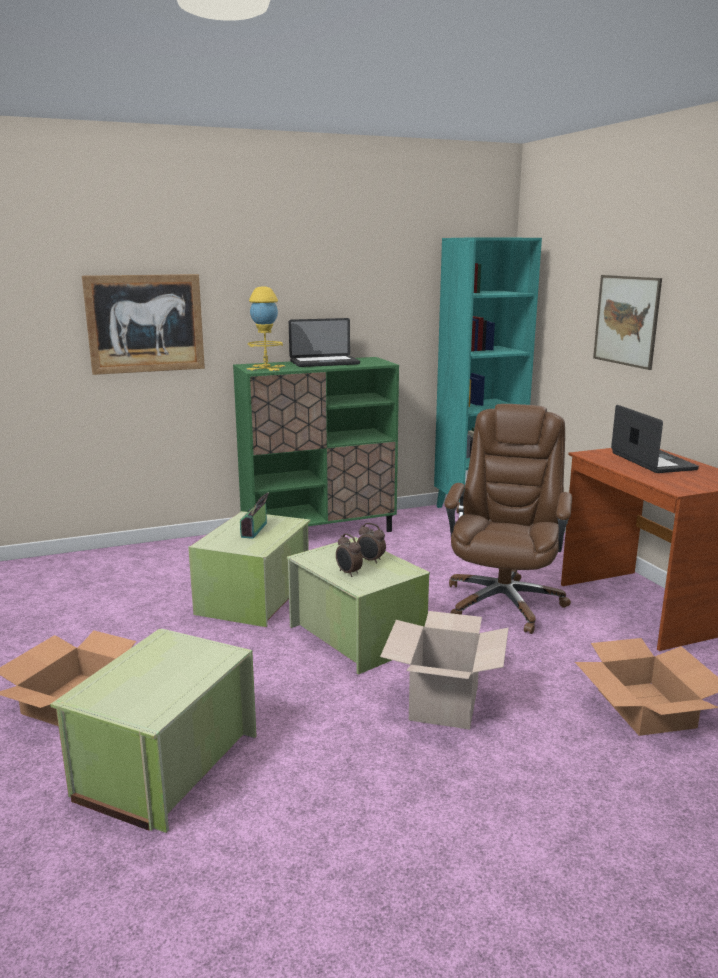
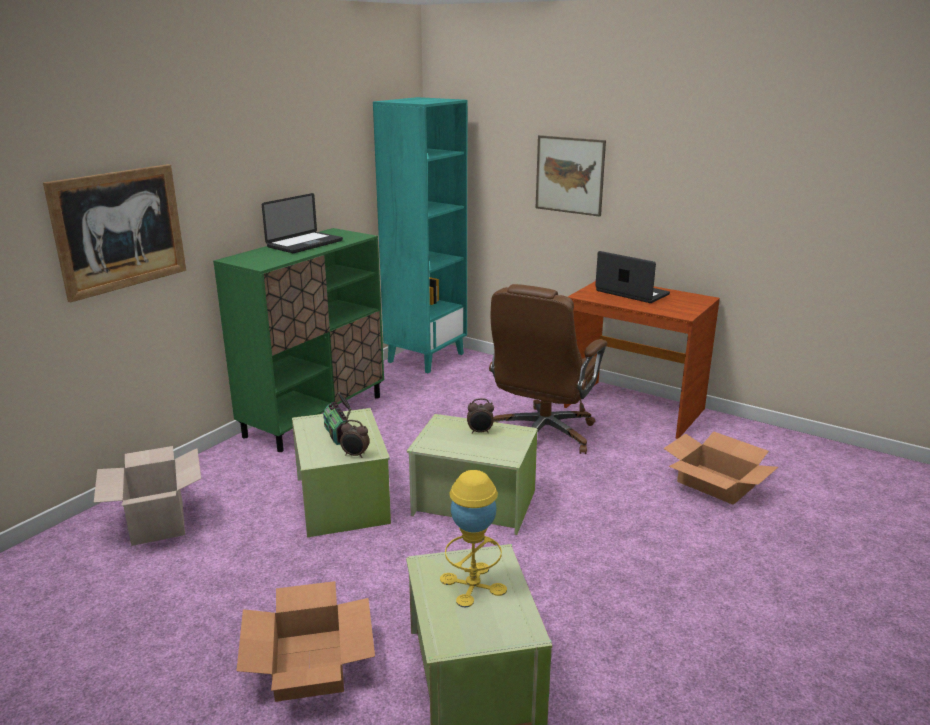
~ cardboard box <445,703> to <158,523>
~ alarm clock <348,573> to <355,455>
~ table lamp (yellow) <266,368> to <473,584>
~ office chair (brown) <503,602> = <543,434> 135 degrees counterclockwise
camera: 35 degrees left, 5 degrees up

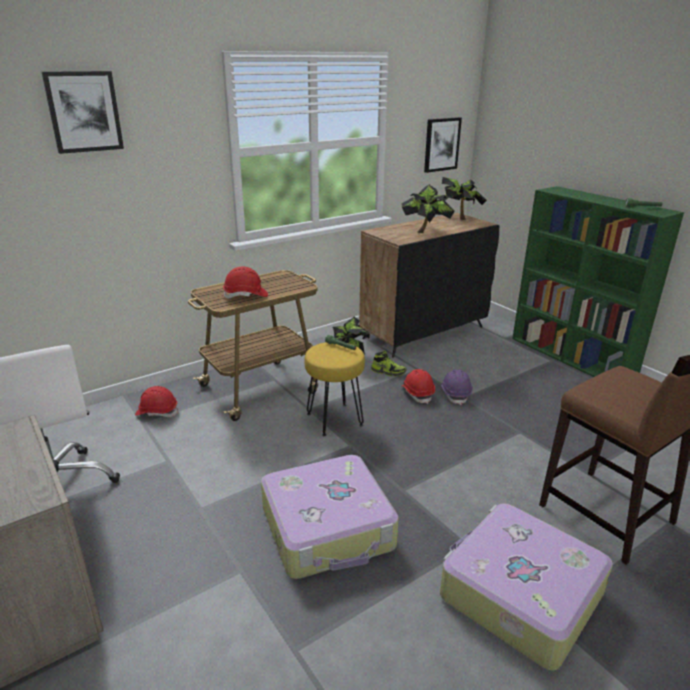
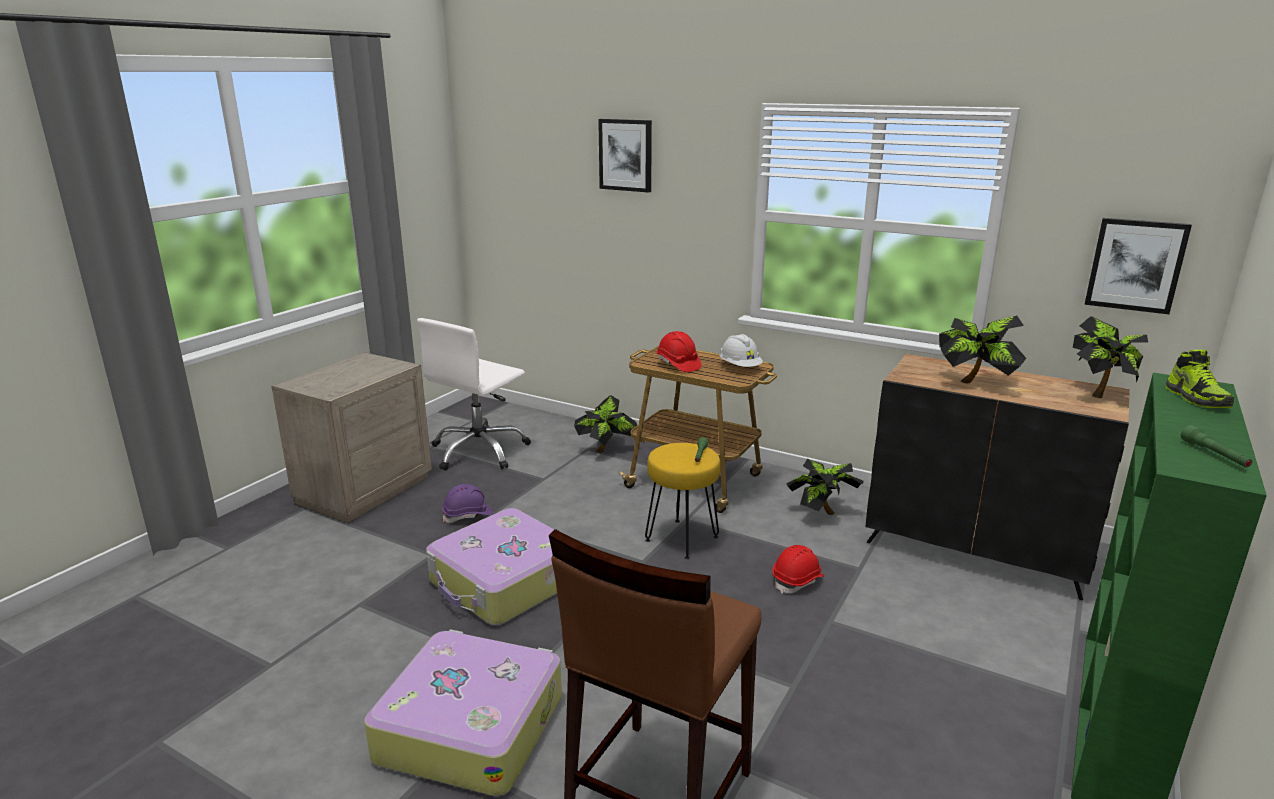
~ hard hat (purple) <455,394> to <468,515>
~ hard hat (red) <157,412> to potted plant <606,450>
+ hard hat (white) <740,367>
~ shoe <388,372> to <1196,398>
camera: 65 degrees right, 5 degrees down

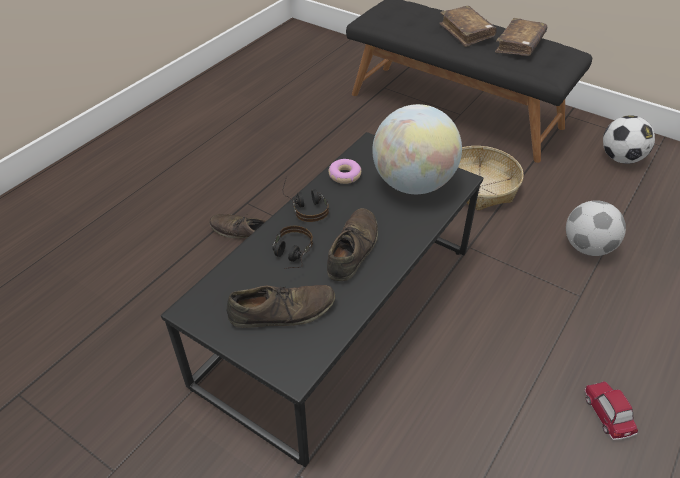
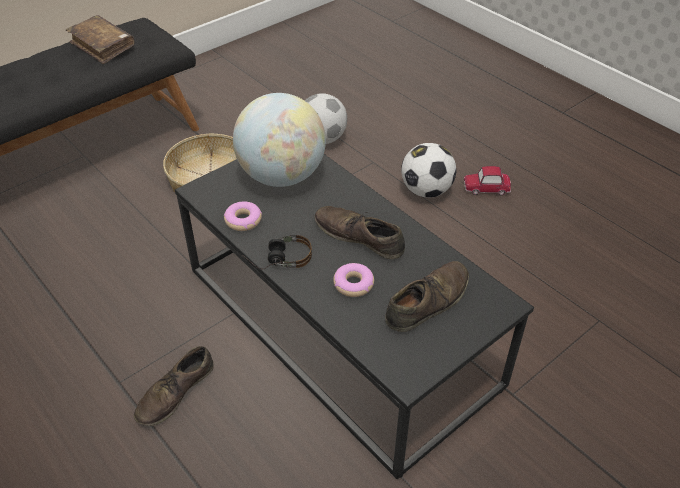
~ headphones <290,256> to donut <353,284>
~ shoe (brown) <282,311> = <427,302> 45 degrees clockwise
~ football <620,158> to <426,191>
- book (brown) <466,32>
camera: 75 degrees left, 0 degrees up

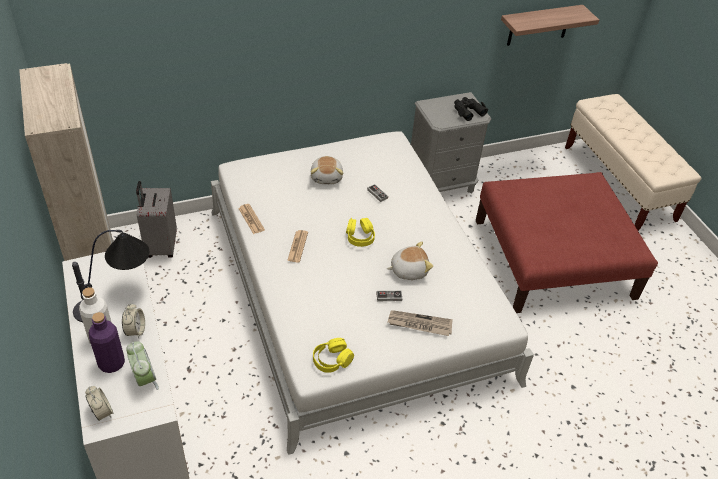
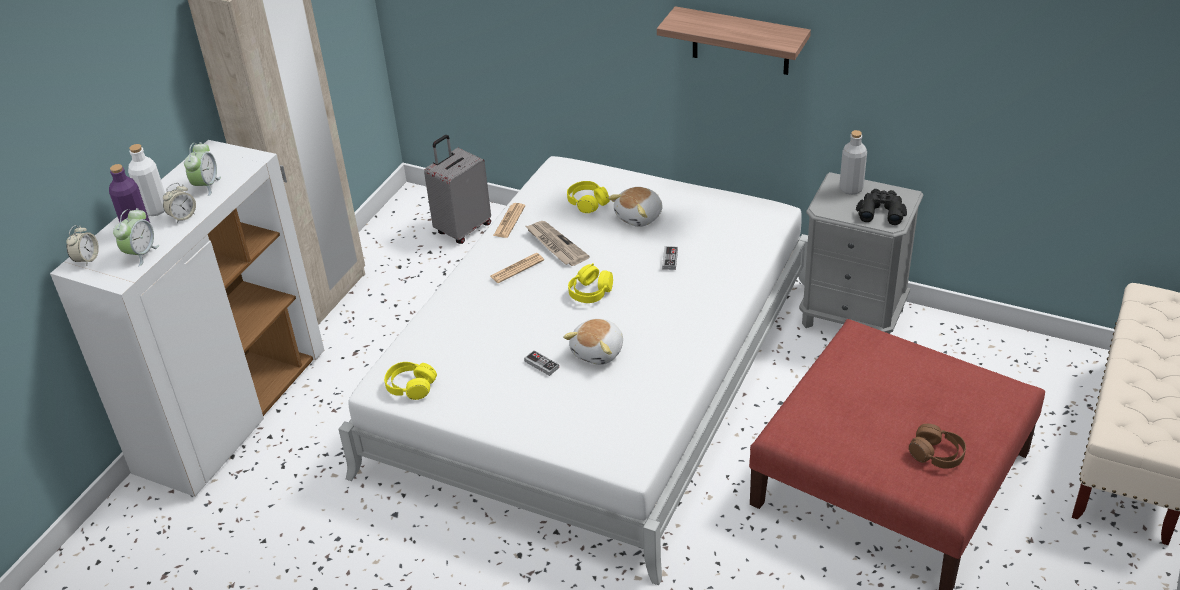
~ table lamp <118,297> to alarm clock <206,186>
~ newspaper <419,324> to <555,245>
~ plush toy <408,270> = <599,352> 90 degrees clockwise
+ headphones (yellow) <587,203>
~ shelf <539,25> to <740,41>
+ bottle (grey) <851,189>
+ headphones (brown) <937,454>
camera: 50 degrees right, 5 degrees down

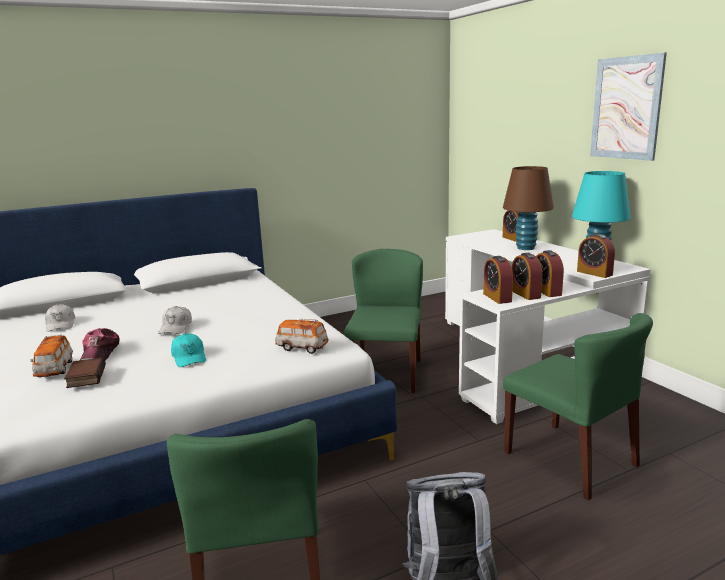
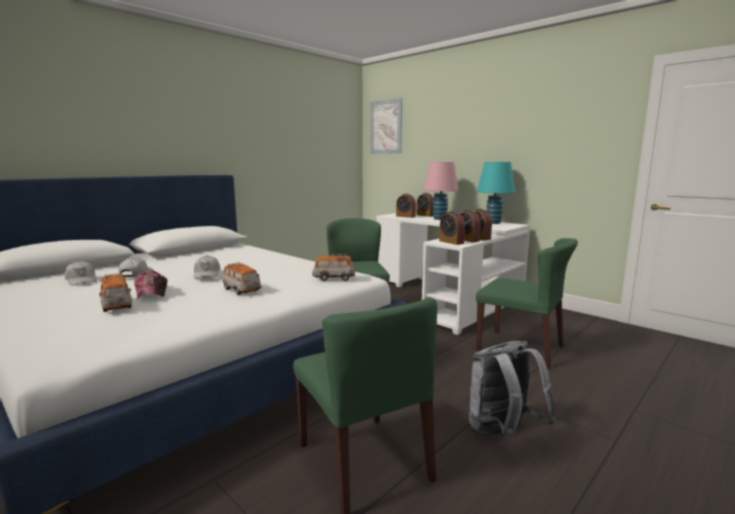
+ cap (white) <136,274>
~ cap (turquoise) <189,357> to toy car <242,290>
~ picture <626,108> to <386,127>
~ alarm clock <594,273> to <405,216>
~ table lamp (brown) <526,248> to table lamp (pink) <439,219>
- book <85,377>
camera: 20 degrees left, 5 degrees down

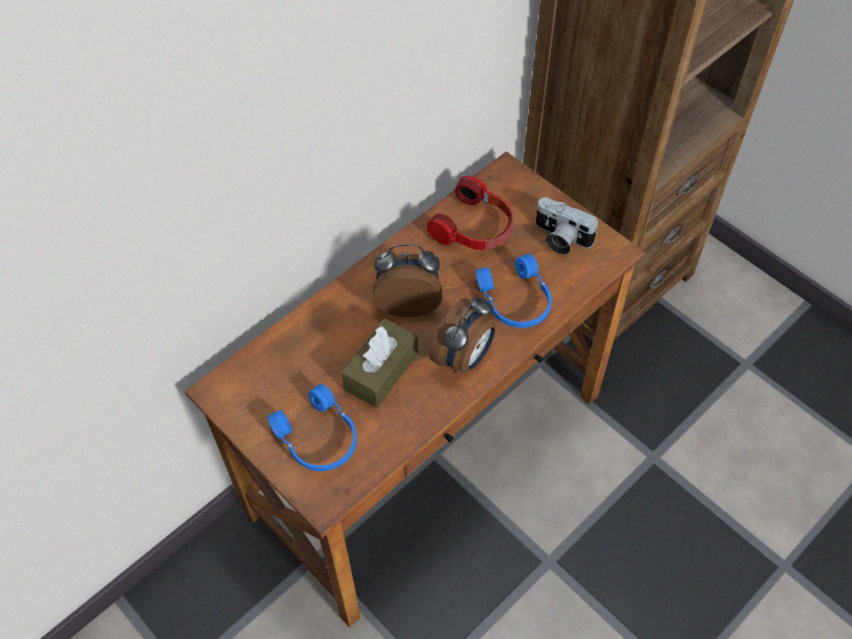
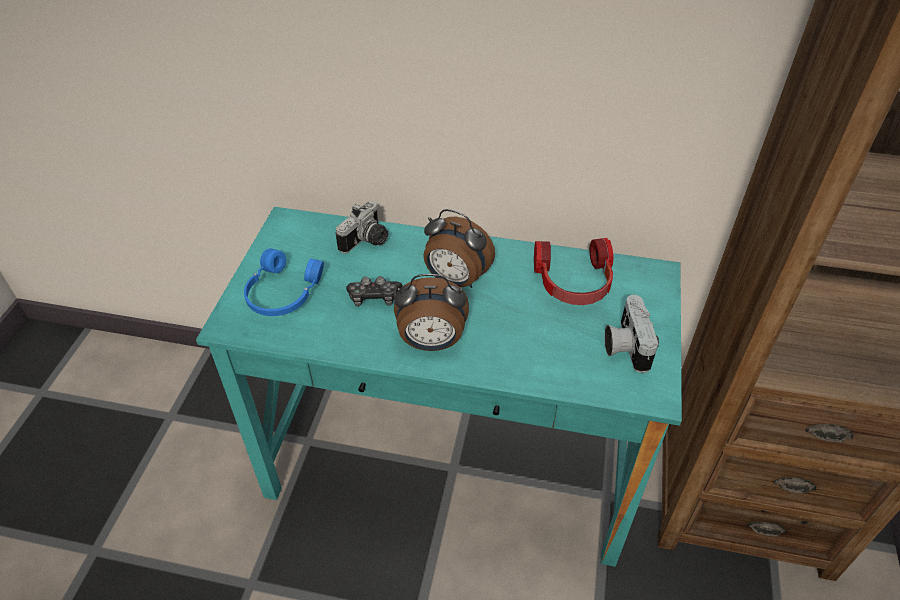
~ desk (brown) <426,452> to desk (turquoise) <450,461>
+ photo camera <367,241>
~ tissue box (brown) <381,371> to game controller <374,298>
~ alarm clock <408,302> = <455,280> 150 degrees clockwise
- headphones (blue) <514,301>
camera: 55 degrees right, 10 degrees down

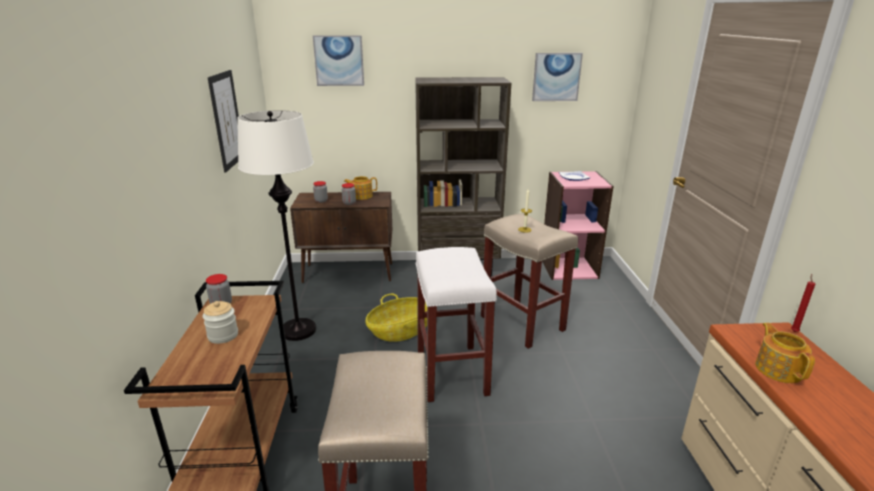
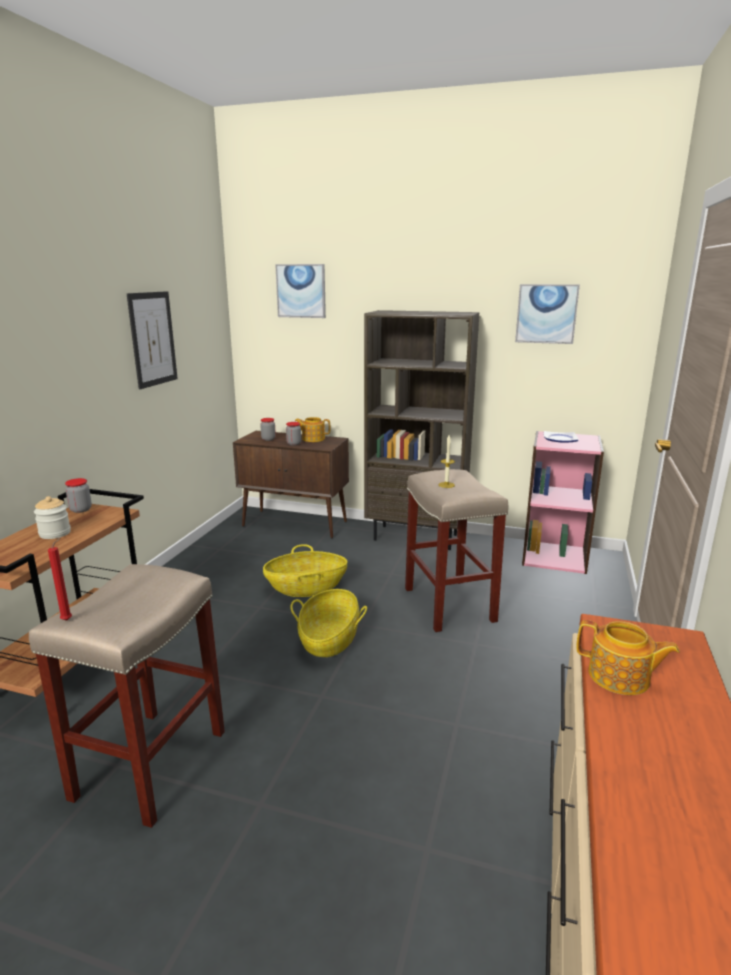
~ candle (red) <794,331> to <68,619>
~ stool (white) <452,373> to basket <329,639>
~ teapot <778,369> = <620,677> 105 degrees clockwise
- floor lamp (white) <298,330>
camera: 20 degrees right, 5 degrees down

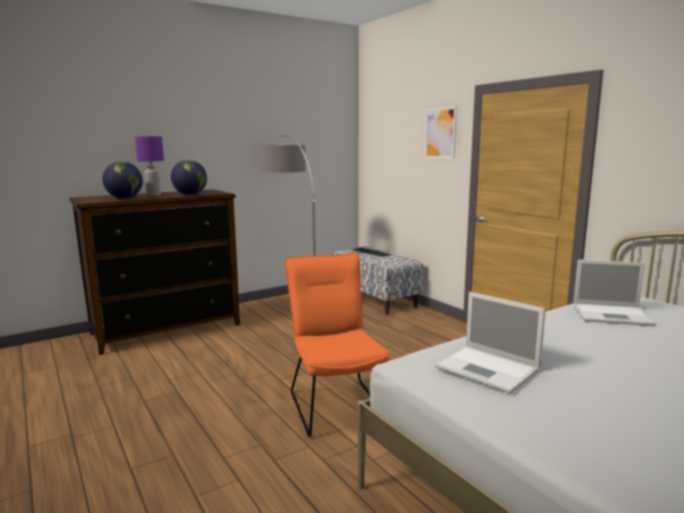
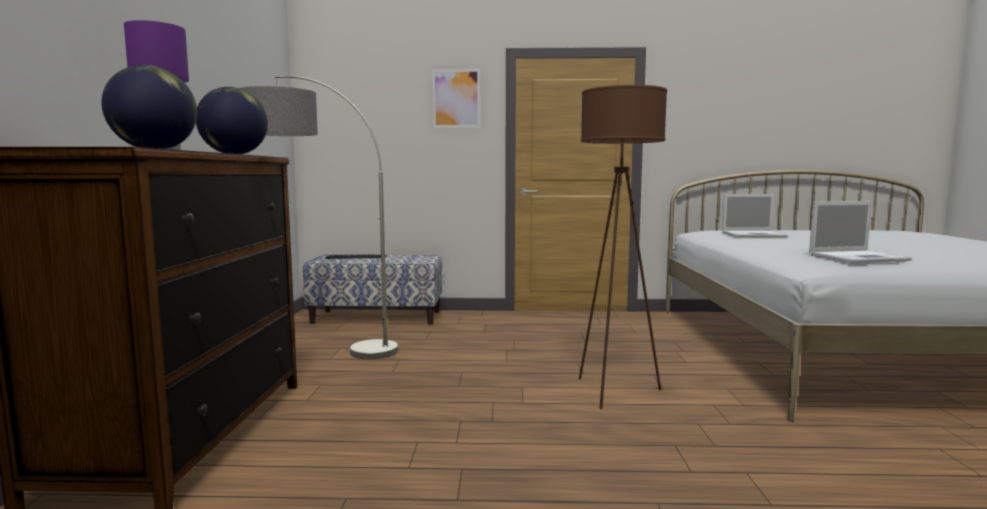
~ chair (orange) <335,403> to floor lamp (brown) <614,392>
~ laptop <613,315> = <754,235> 45 degrees clockwise
camera: 55 degrees left, 5 degrees down

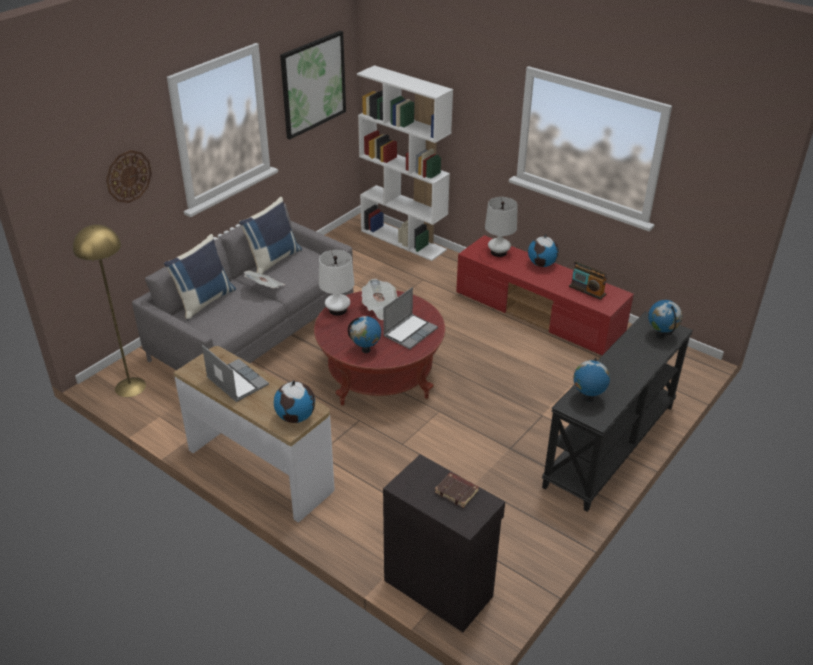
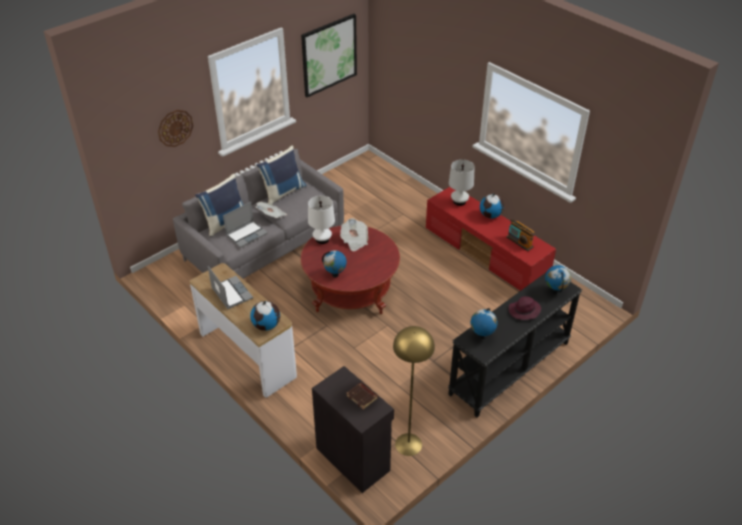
~ laptop <410,332> to <246,234>
~ floor lamp (yellow) <130,387> to <408,444>
+ hat (purple) <524,311>
- bookcase (white) <404,240>
camera: 10 degrees right, 5 degrees up

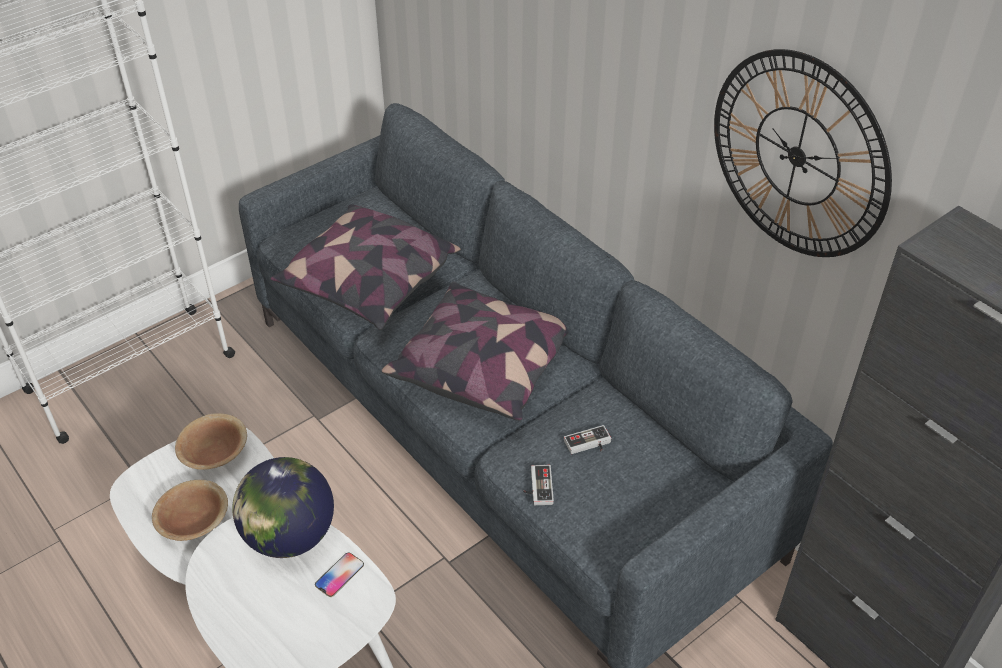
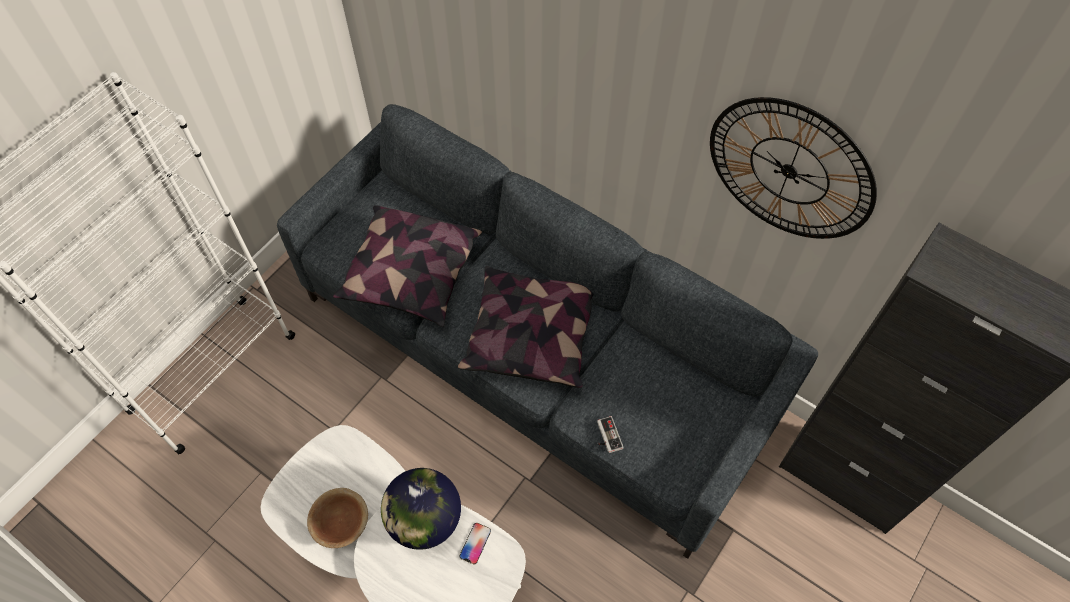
- bowl (brown) <214,454>
- game controller <589,445>
camera: 15 degrees left, 15 degrees up

